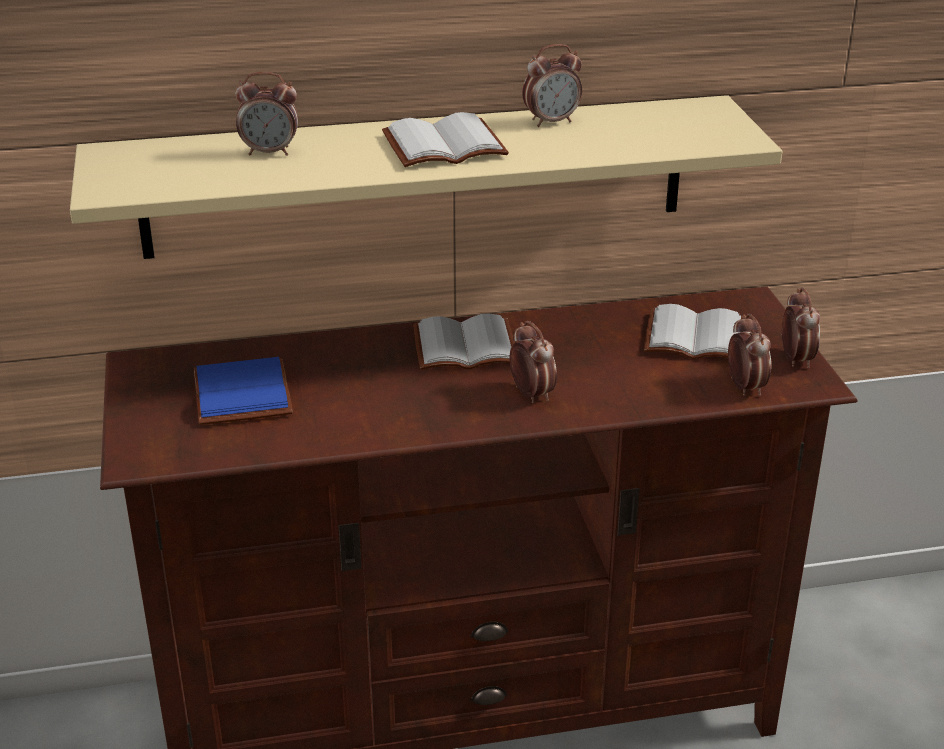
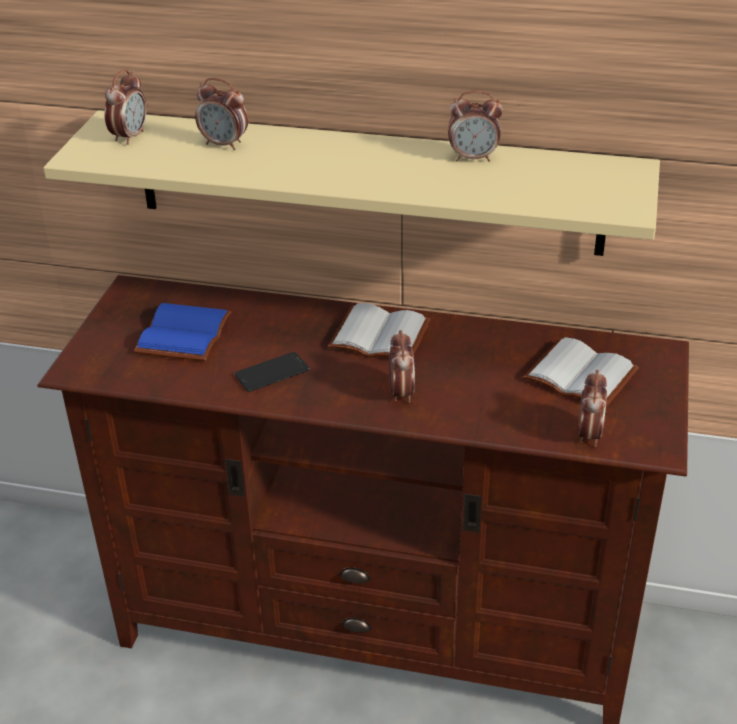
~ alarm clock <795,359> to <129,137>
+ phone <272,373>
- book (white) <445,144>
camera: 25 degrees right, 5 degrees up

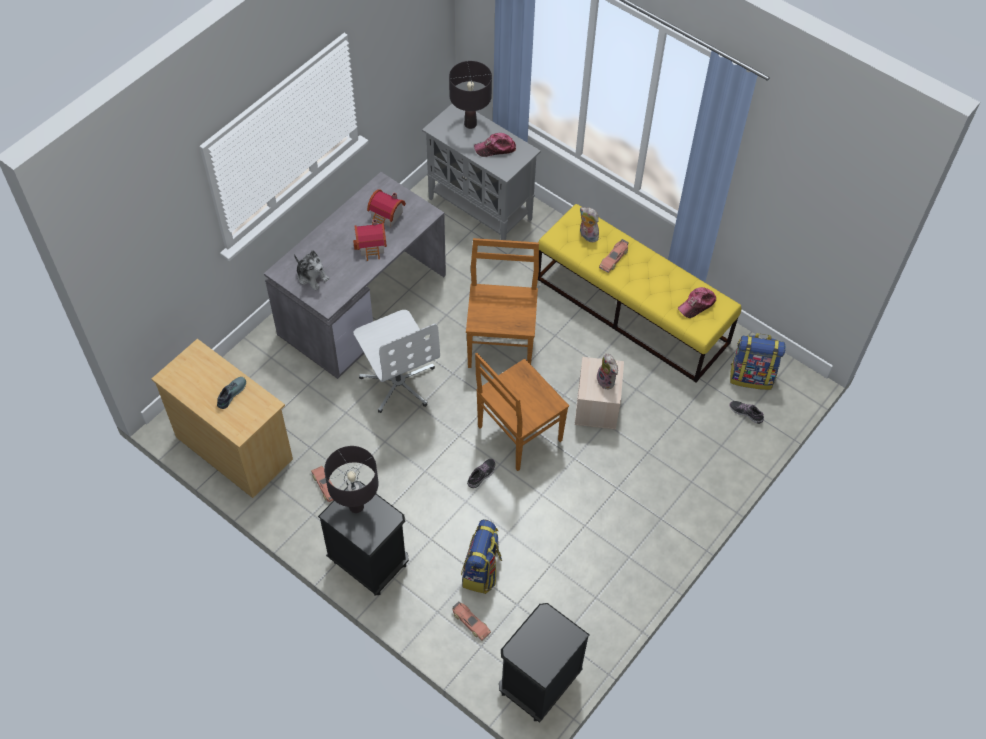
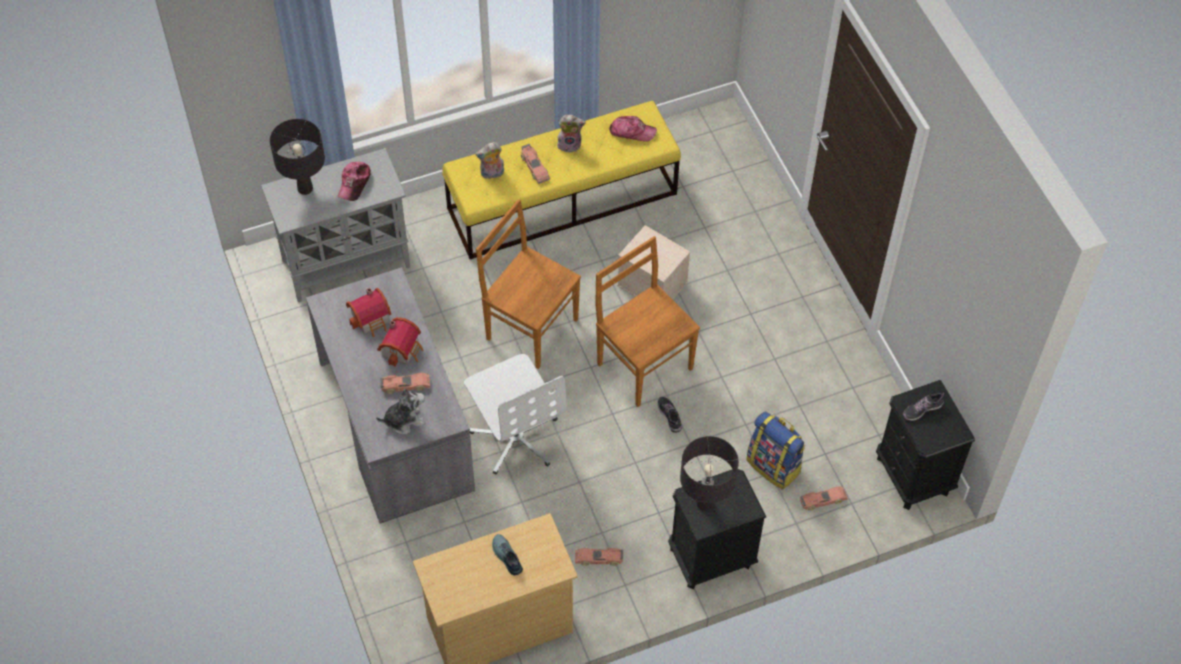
+ toy car <405,385>
~ office chair (white) <399,382> = <516,437> 60 degrees clockwise
~ plush toy <607,381> to <570,144>
~ chair (brown) <517,434> = <643,364> 150 degrees clockwise
~ cap <697,305> = <632,131> 75 degrees counterclockwise
~ shoe <746,413> to <922,409>
- backpack <751,376>
camera: 60 degrees left, 0 degrees up

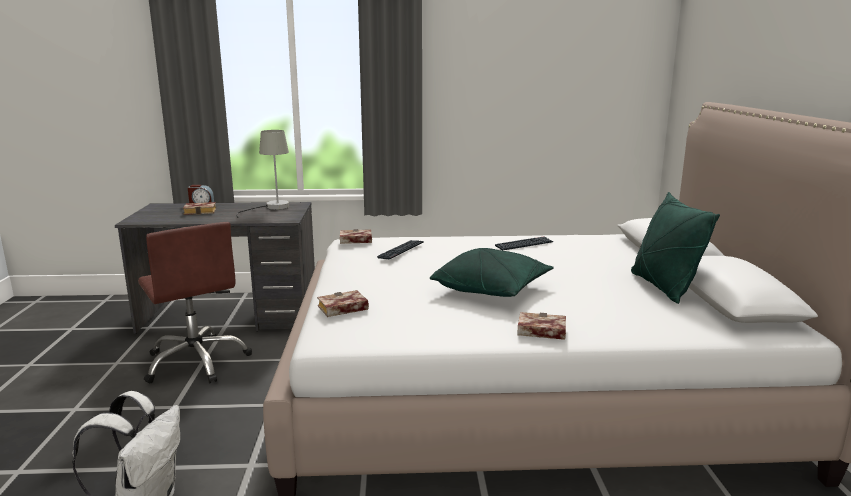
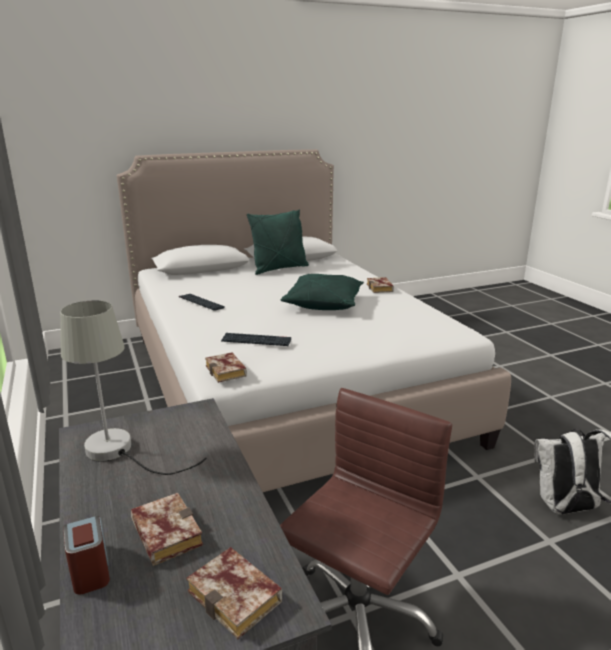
~ book <341,309> to <239,597>
camera: 110 degrees left, 5 degrees up

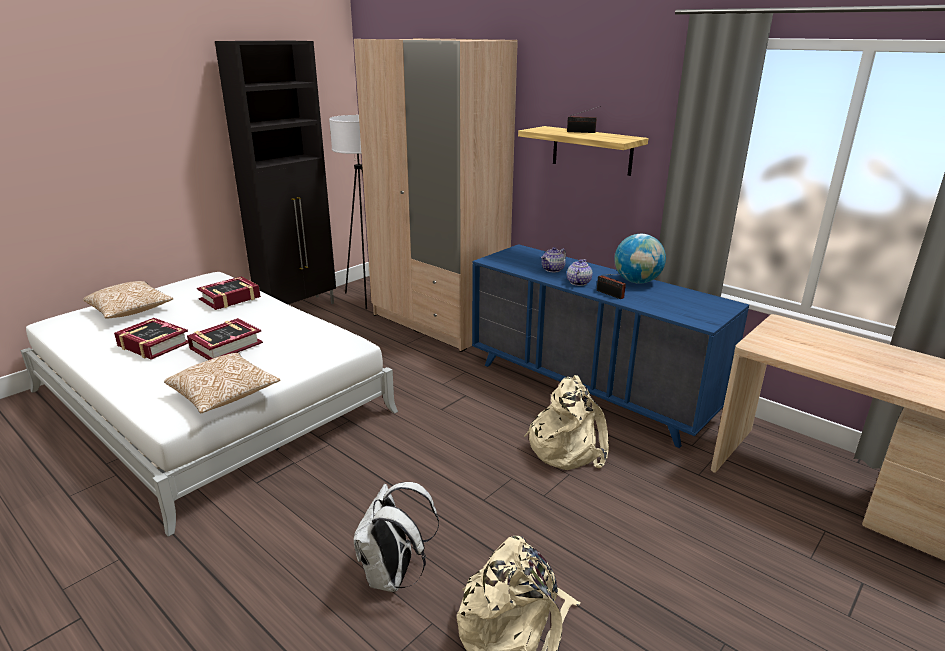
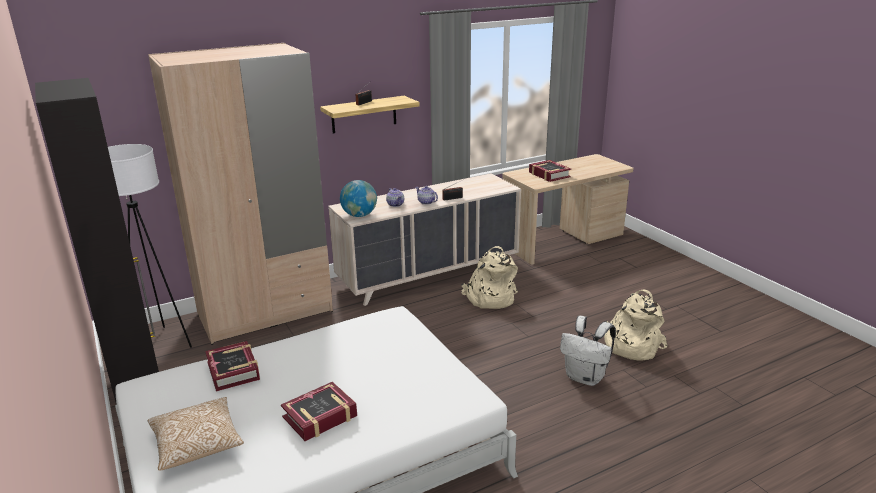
~ dresser (blue) <589,390> to dresser (beige) <429,275>
~ globe <637,282> to <359,215>
~ book <226,345> to <549,175>
- pillow <224,395>
camera: 70 degrees left, 0 degrees up

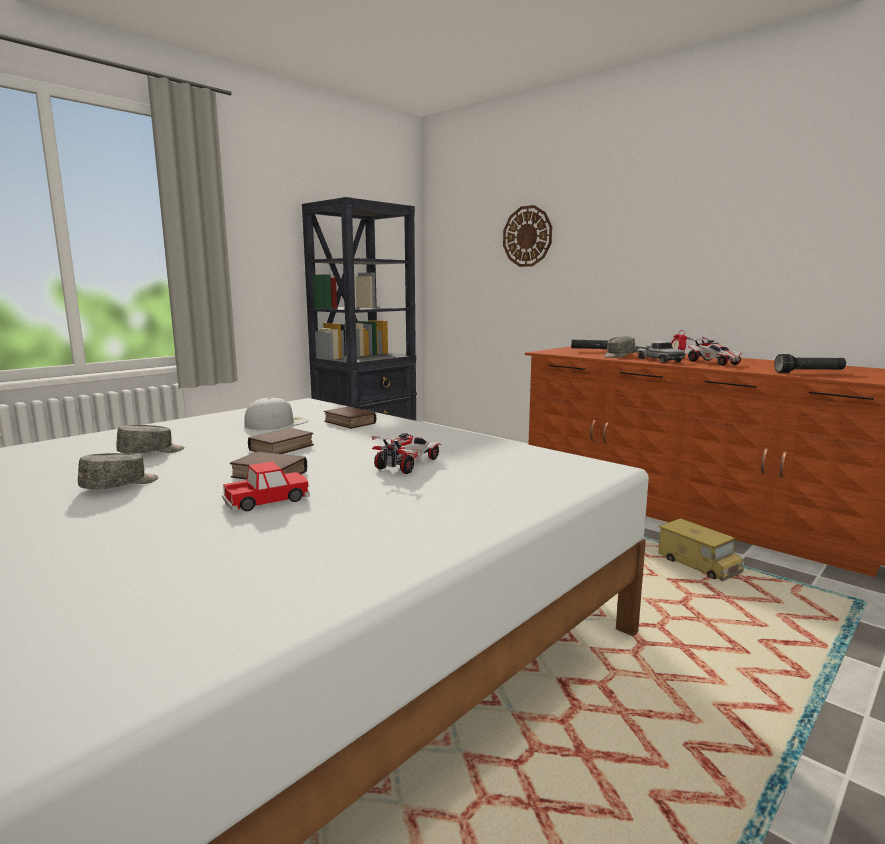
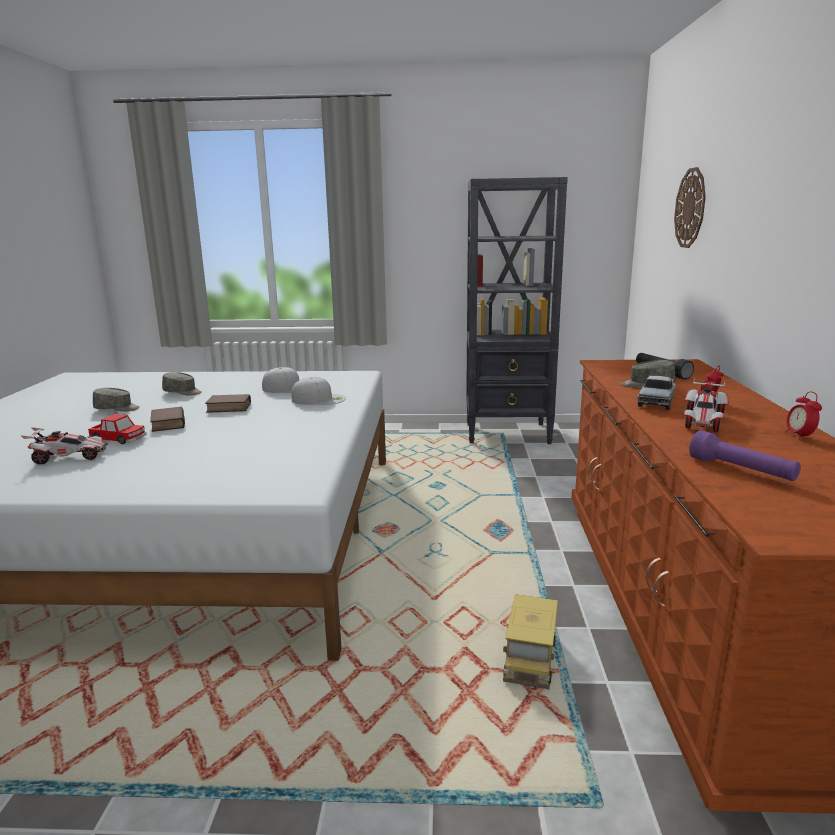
~ toy car <408,464> to <69,457>
~ book <348,422> to cap (white) <319,399>
~ flashlight (black) <809,372> to flashlight (purple) <741,471>
+ alarm clock <799,436>
camera: 50 degrees right, 5 degrees up

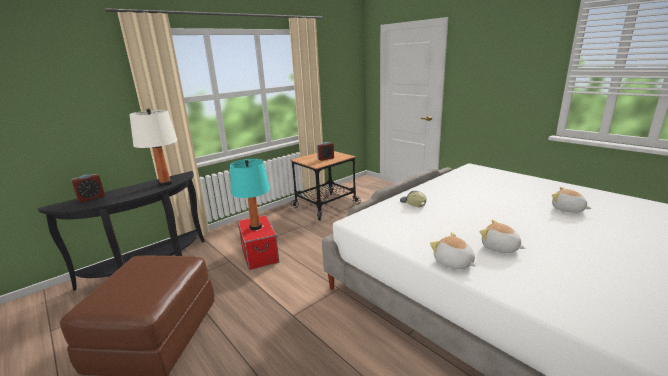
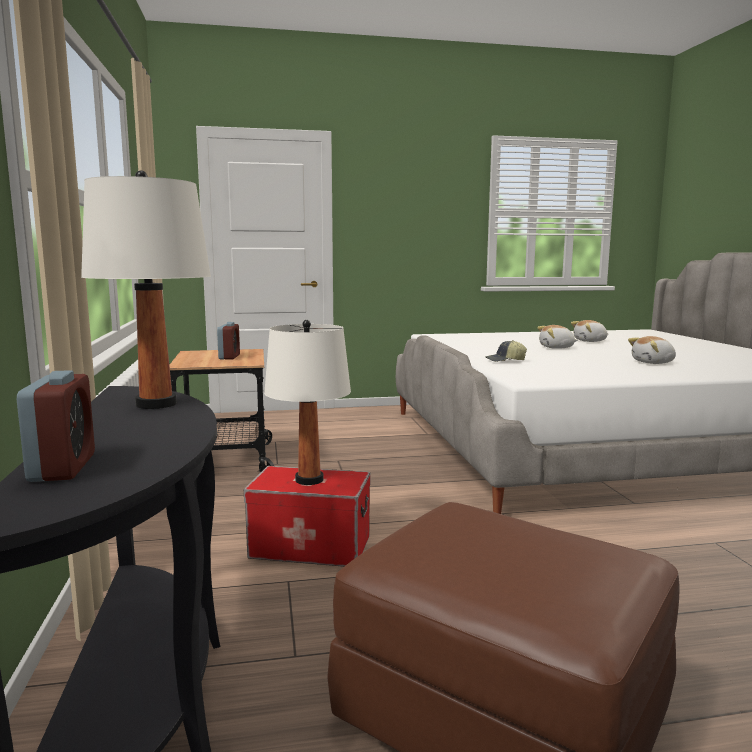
~ table lamp (turquoise) <255,227> to table lamp (white) <309,480>
~ plush toy <453,263> to <556,348>
camera: 60 degrees left, 10 degrees down

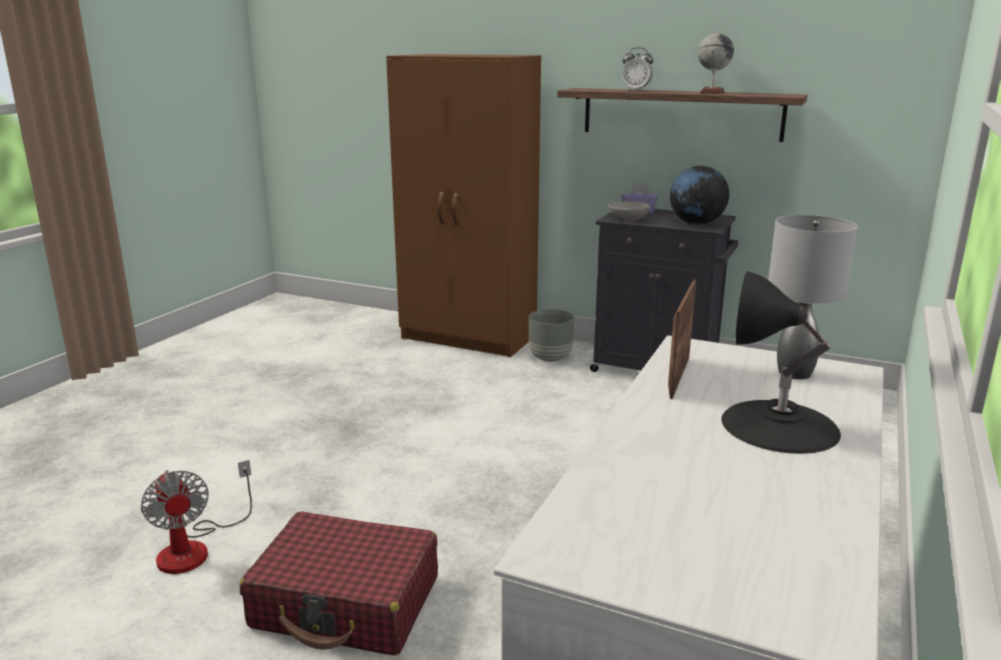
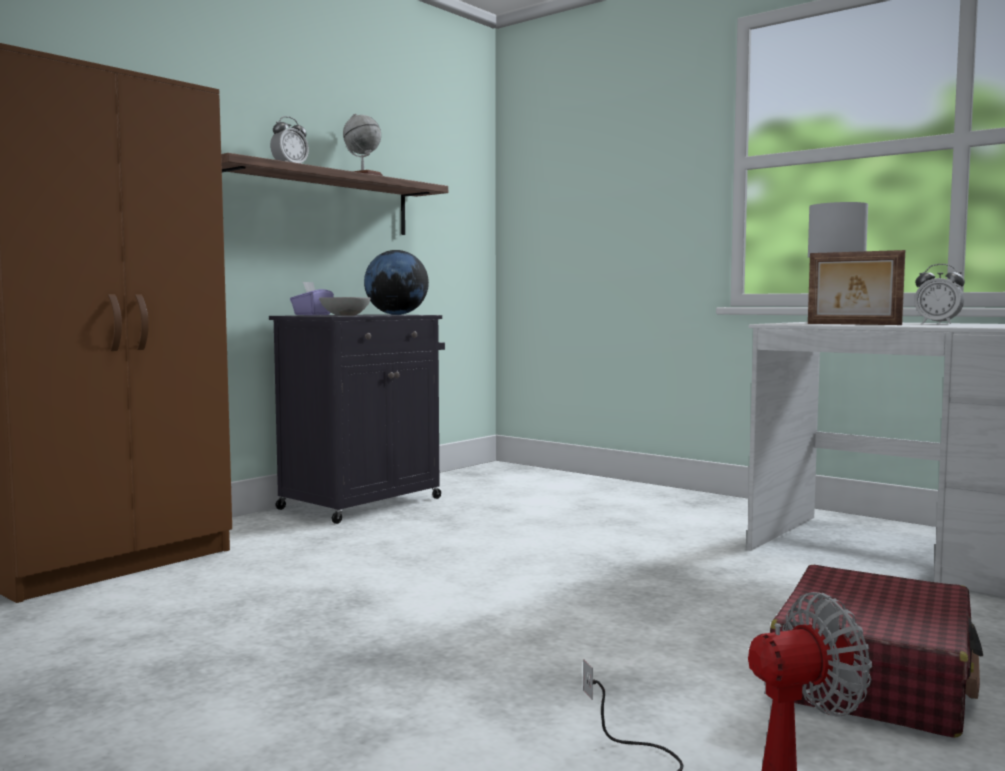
~ table lamp (black) <779,426> to alarm clock <938,323>
- planter (grey) <550,359>
camera: 75 degrees left, 15 degrees down

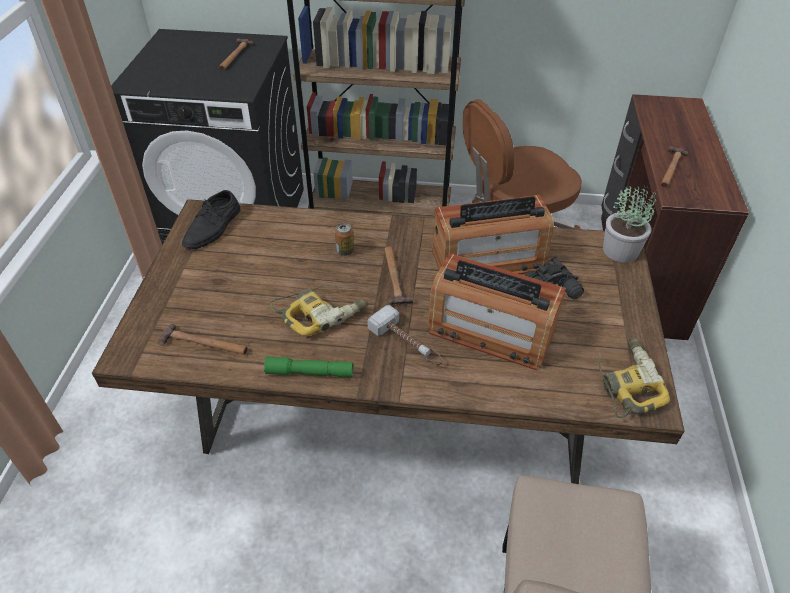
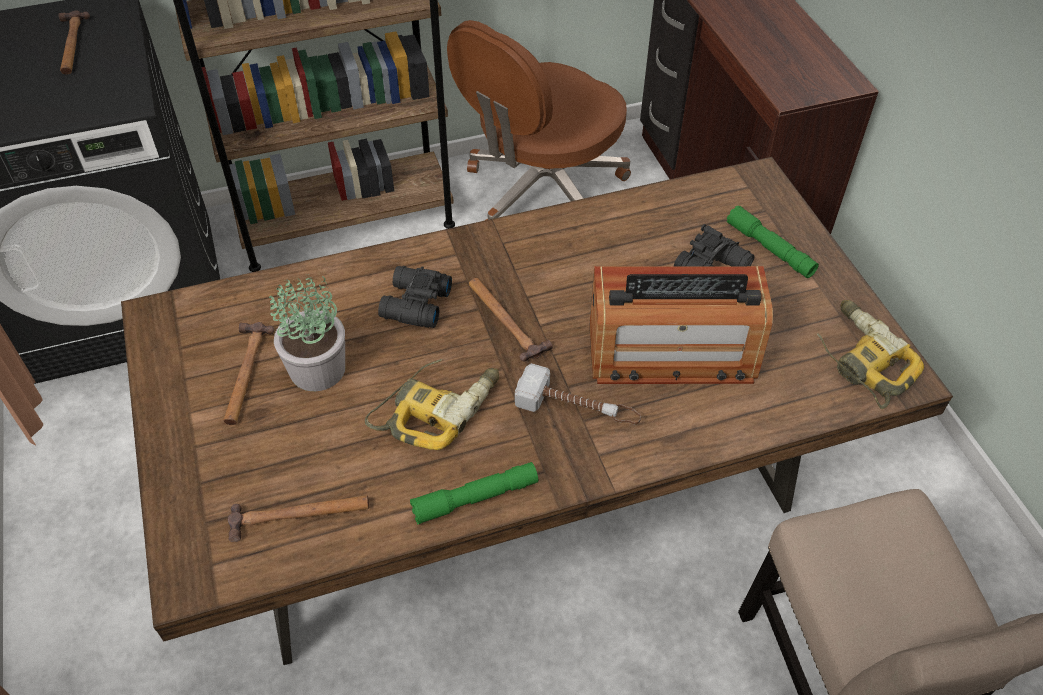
~ hammer <670,169> to <245,374>
~ potted plant <621,251> to <318,370>
~ can <345,251> to binoculars (black) <414,305>
+ flashlight (green) <770,249>
- shoe (black) <213,228>
- radio <488,260>
camera: 25 degrees left, 5 degrees up

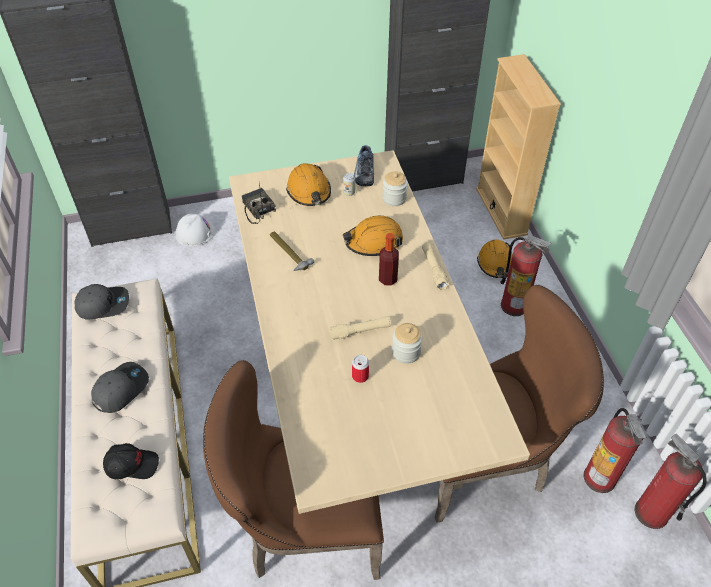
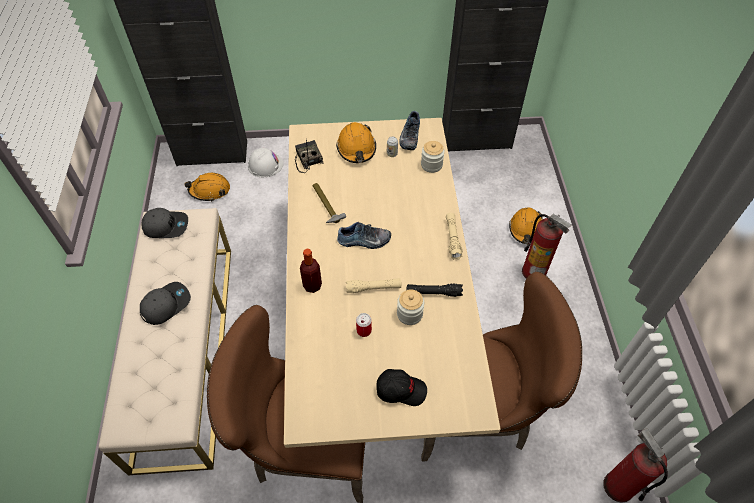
~ hard hat (orange) <373,242> to <210,190>
~ bottle <387,279> to <312,285>
+ shoe <364,241>
~ cap (black) <132,465> to <401,390>
+ flashlight (black) <433,293>
- bookcase (beige) <501,211>
- fire extinguisher <600,478>
camera: 10 degrees right, 5 degrees up

